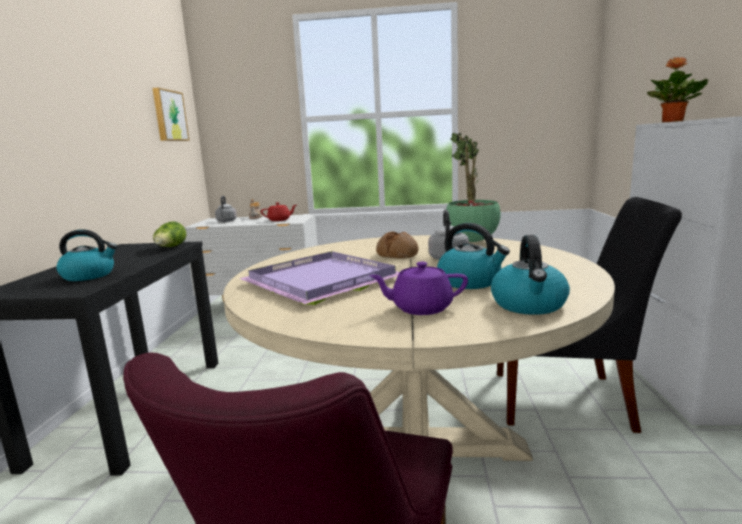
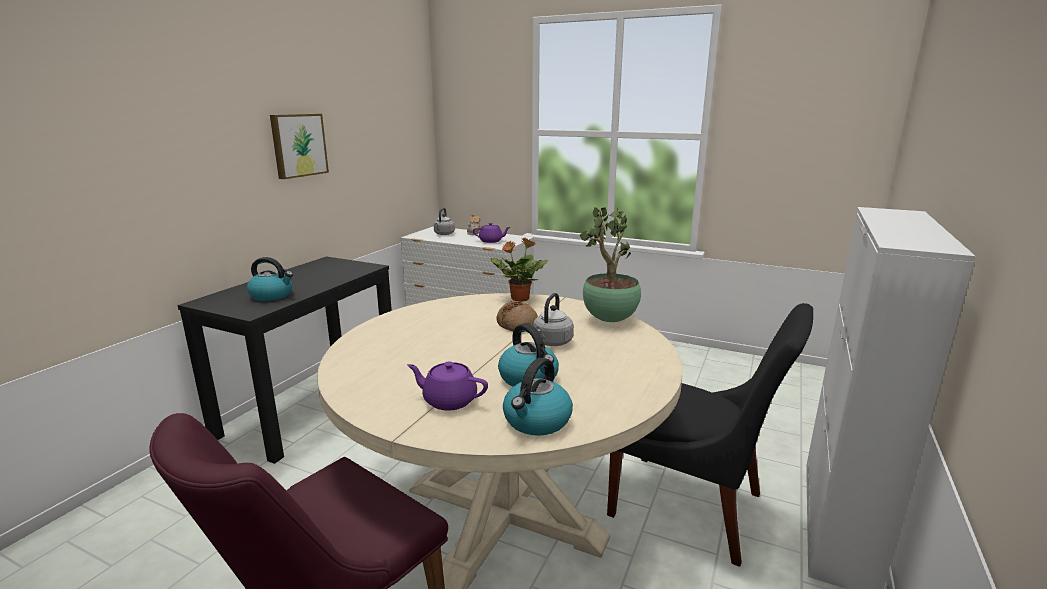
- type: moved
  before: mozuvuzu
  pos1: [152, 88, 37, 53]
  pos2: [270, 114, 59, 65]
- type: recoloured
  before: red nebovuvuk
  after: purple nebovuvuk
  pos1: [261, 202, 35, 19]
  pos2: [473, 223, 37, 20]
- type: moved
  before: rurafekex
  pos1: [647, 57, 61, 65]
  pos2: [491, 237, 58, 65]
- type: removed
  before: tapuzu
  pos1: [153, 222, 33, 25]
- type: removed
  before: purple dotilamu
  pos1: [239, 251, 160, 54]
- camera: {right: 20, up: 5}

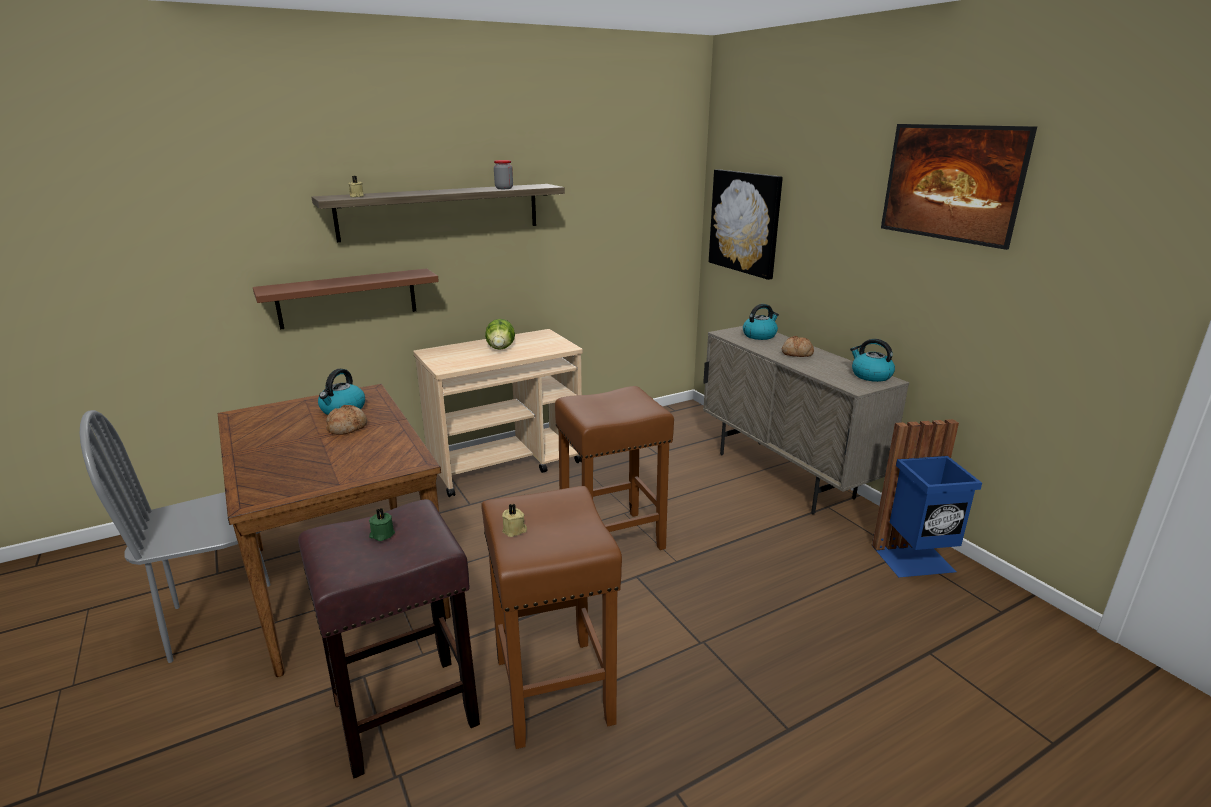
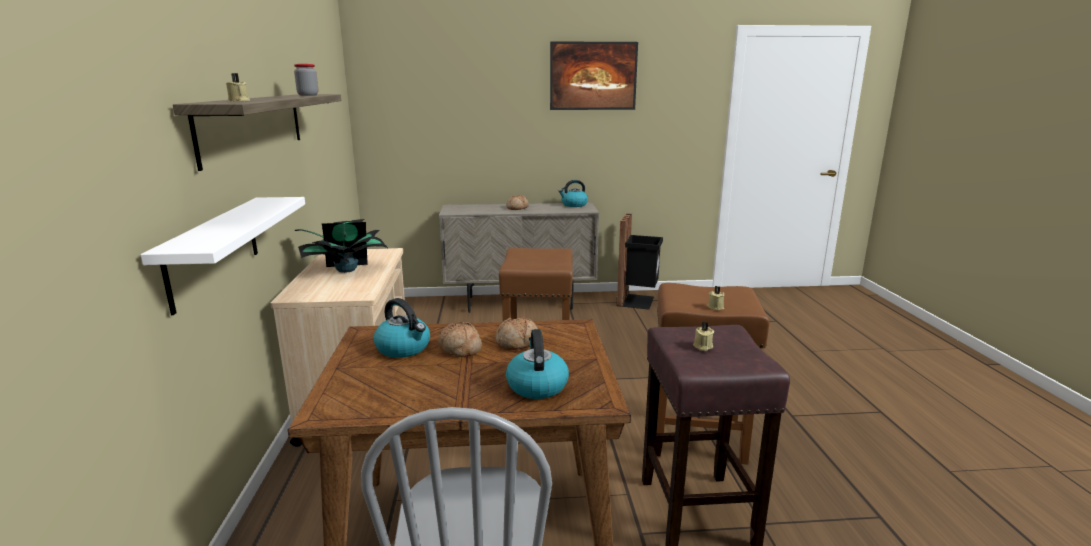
- type: recoloured
  before: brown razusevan
  after: white razusevan
  pos1: [253, 268, 186, 62]
  pos2: [141, 197, 164, 118]
- type: replaced
  before: tapuzu
  after: rurafekex
  pos1: [485, 319, 30, 31]
  pos2: [295, 219, 94, 54]
- type: added
  after: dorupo
  pos2: [496, 317, 42, 33]
- type: moved
  before: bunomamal
  pos1: [743, 304, 36, 36]
  pos2: [506, 329, 63, 70]
- type: recoloured
  before: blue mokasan
  after: black mokasan
  pos1: [872, 419, 110, 158]
  pos2: [617, 213, 46, 97]
- type: recoloured
  before: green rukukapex
  after: beige rukukapex
  pos1: [369, 508, 26, 33]
  pos2: [693, 322, 21, 29]
- type: removed
  before: mozuvuzu
  pos1: [709, 169, 74, 111]
- camera: {right: -65, up: -5}

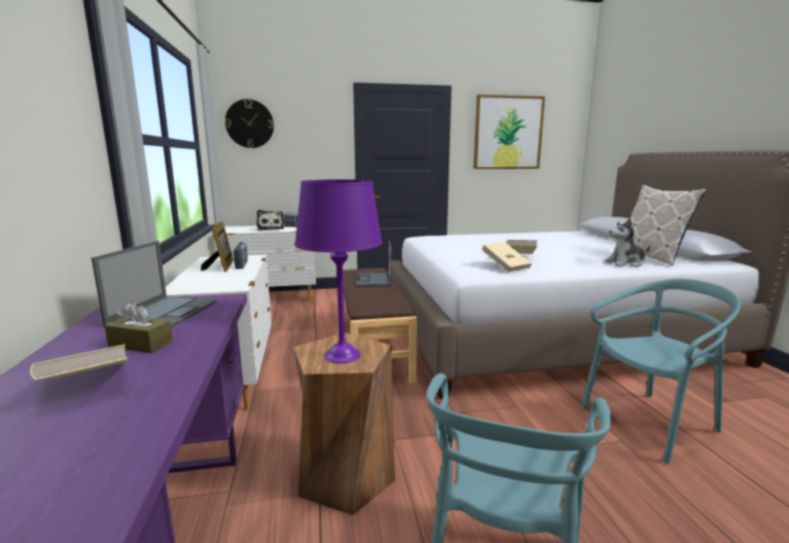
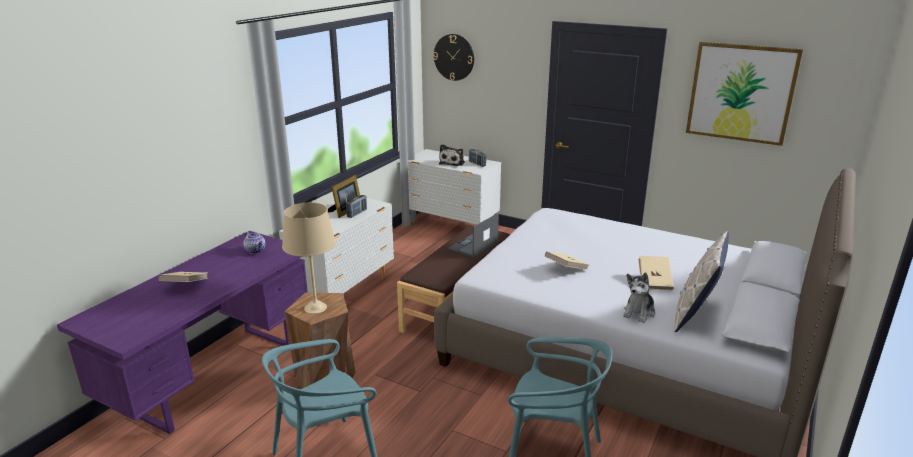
- type: replaced
  before: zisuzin
  after: nebovuvuk
  pos1: [91, 241, 126, 87]
  pos2: [243, 232, 23, 22]
- type: recoloured
  before: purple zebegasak
  after: beige zebegasak
  pos1: [295, 179, 87, 184]
  pos2: [282, 203, 54, 111]
- type: turned
  before: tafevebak
  pos1: [606, 218, 44, 49]
  pos2: [623, 273, 32, 50]
  turn: -90
- type: moved
  before: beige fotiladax
  pos1: [482, 242, 50, 30]
  pos2: [638, 256, 36, 34]
- type: removed
  before: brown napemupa
  pos1: [105, 302, 68, 51]
- camera: {right: 40, up: 10}

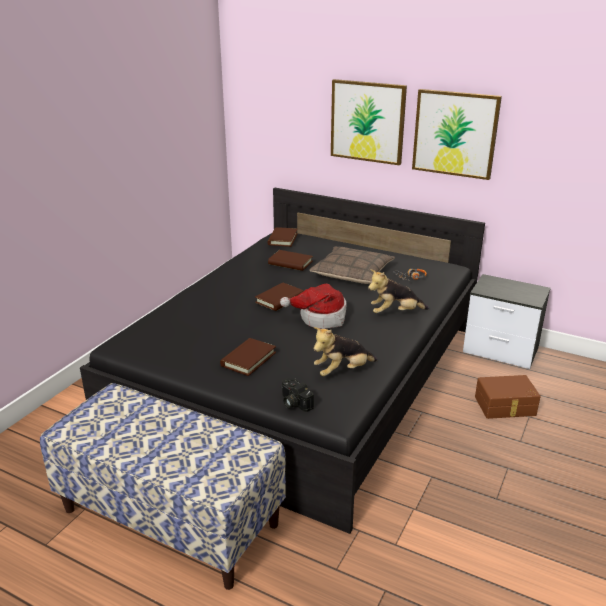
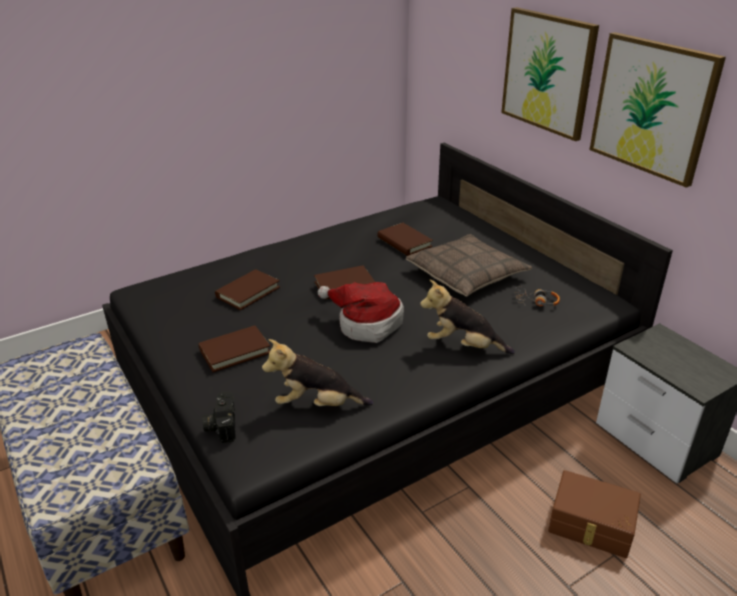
- type: moved
  before: brown fotiladax
  pos1: [268, 227, 30, 20]
  pos2: [215, 269, 65, 41]
- camera: {right: 30, up: 5}

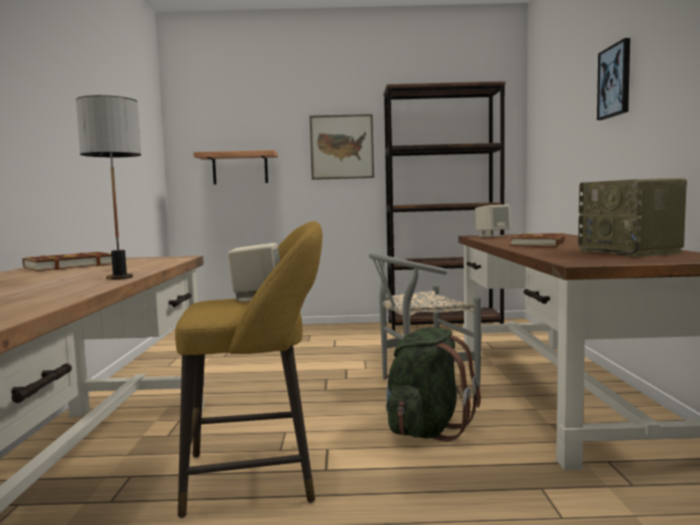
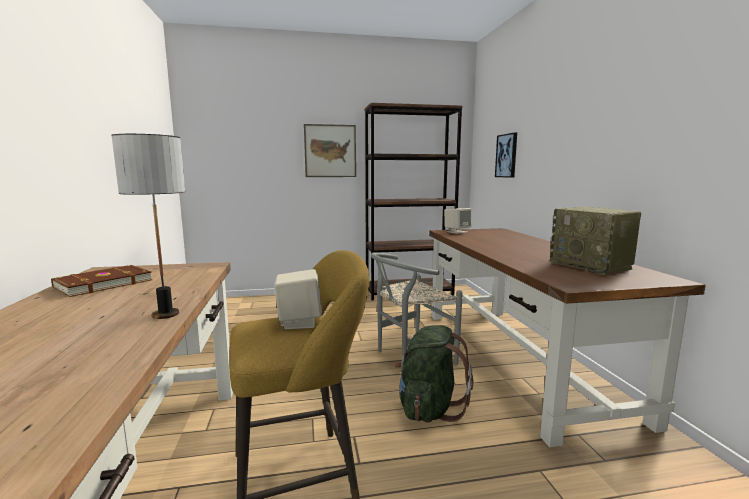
- type: moved
  before: mozuvuzu
  pos1: [597, 38, 33, 82]
  pos2: [495, 133, 22, 45]
- type: removed
  before: razusevan
  pos1: [193, 150, 85, 34]
- type: removed
  before: brown fotiladax
  pos1: [510, 233, 55, 14]
- camera: {right: -10, up: 5}

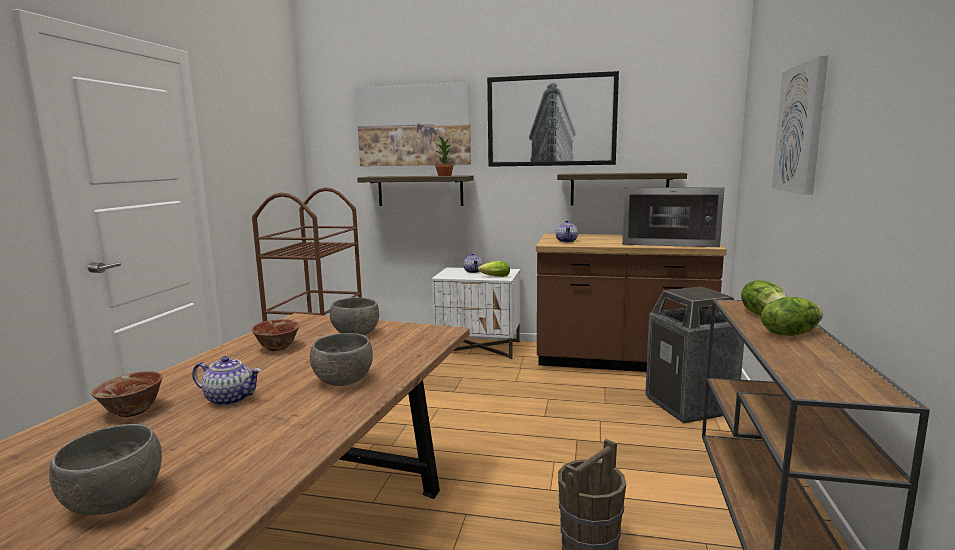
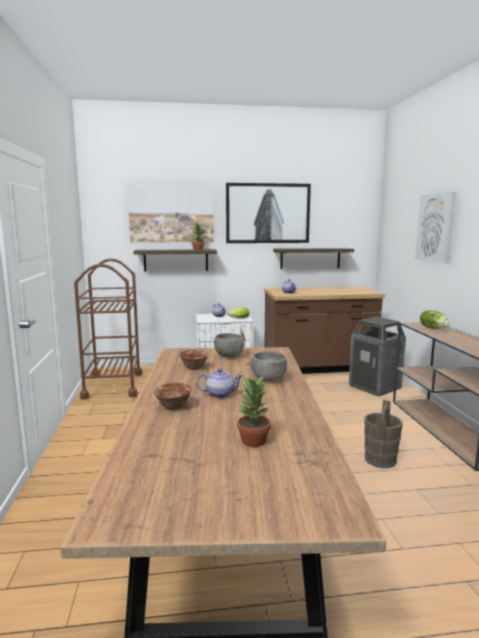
- type: replaced
  before: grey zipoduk
  after: rurafekex
  pos1: [49, 424, 113, 91]
  pos2: [237, 376, 34, 71]
- type: removed
  before: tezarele
  pos1: [622, 187, 102, 60]
- type: removed
  before: tapuzu
  pos1: [761, 297, 62, 39]
- camera: {right: -20, up: 0}

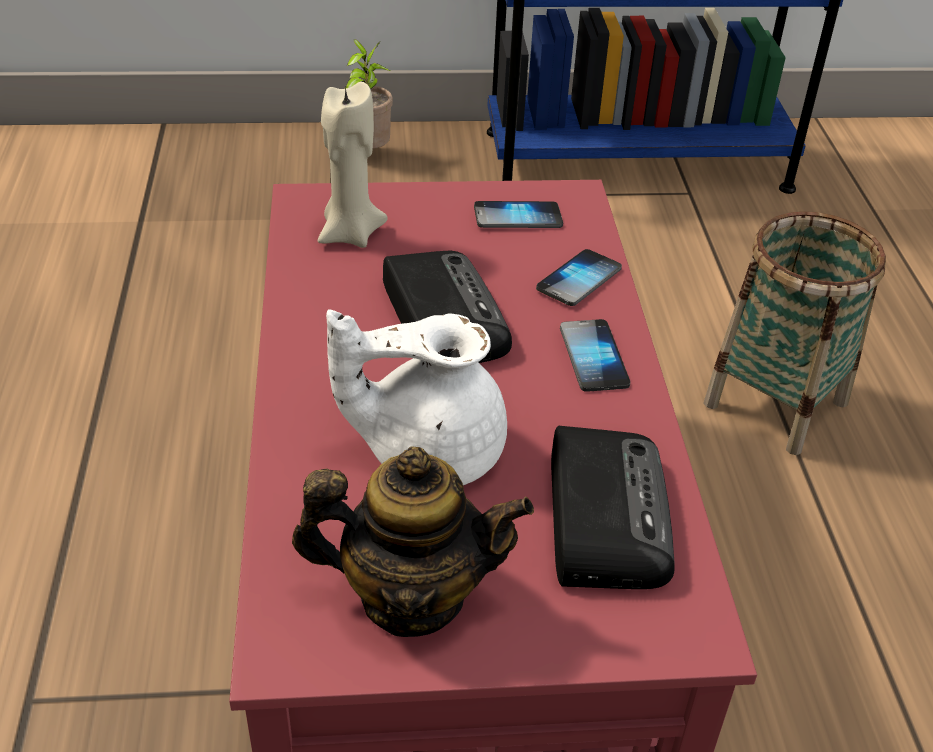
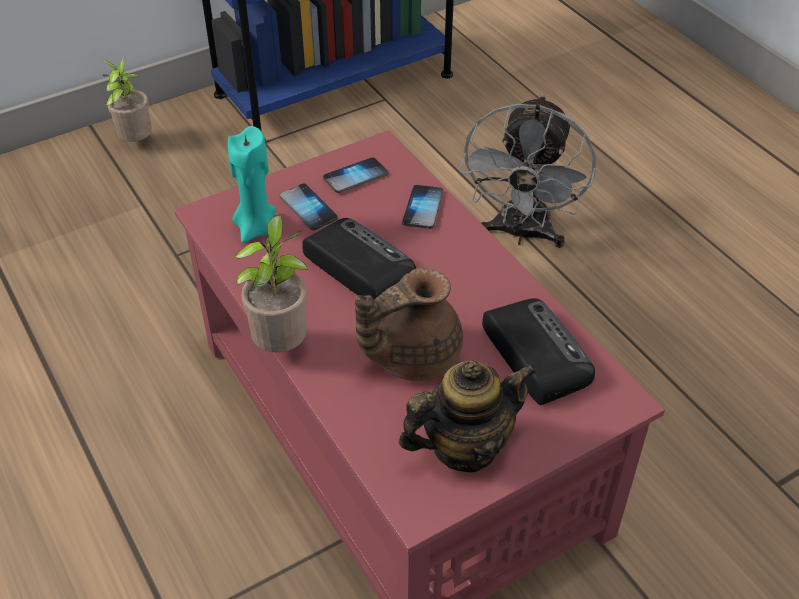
- type: recoloured
  before: beige rukukapex
  after: turquoise rukukapex
  pos1: [318, 82, 70, 166]
  pos2: [228, 126, 48, 117]
- type: added
  after: rurafekex
  pos2: [235, 215, 73, 138]
- type: moved
  before: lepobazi
  pos1: [560, 319, 70, 73]
  pos2: [280, 183, 58, 47]
- type: recoloured
  before: white nebovuvuk
  after: brown nebovuvuk
  pos1: [326, 309, 181, 176]
  pos2: [355, 268, 108, 113]
- type: replaced
  before: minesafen
  after: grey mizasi
  pos1: [703, 212, 183, 243]
  pos2: [459, 95, 137, 153]
- camera: {right: -25, up: 5}

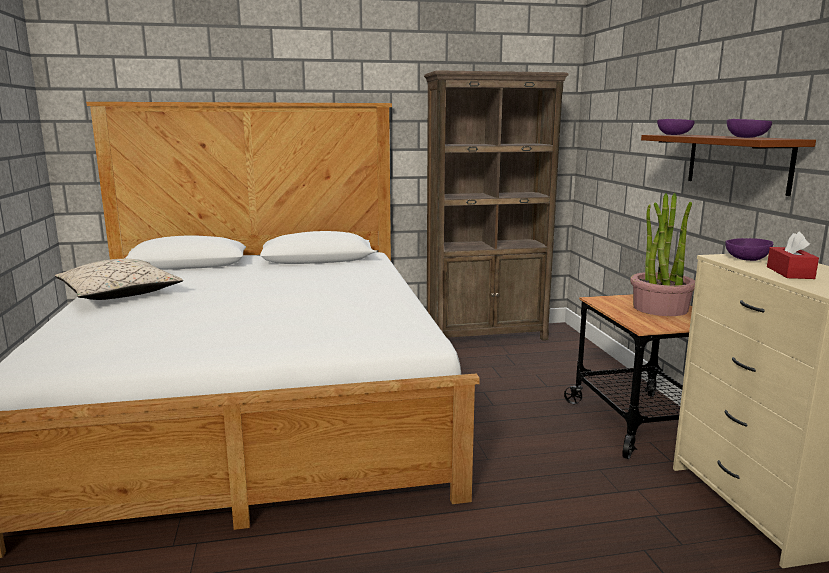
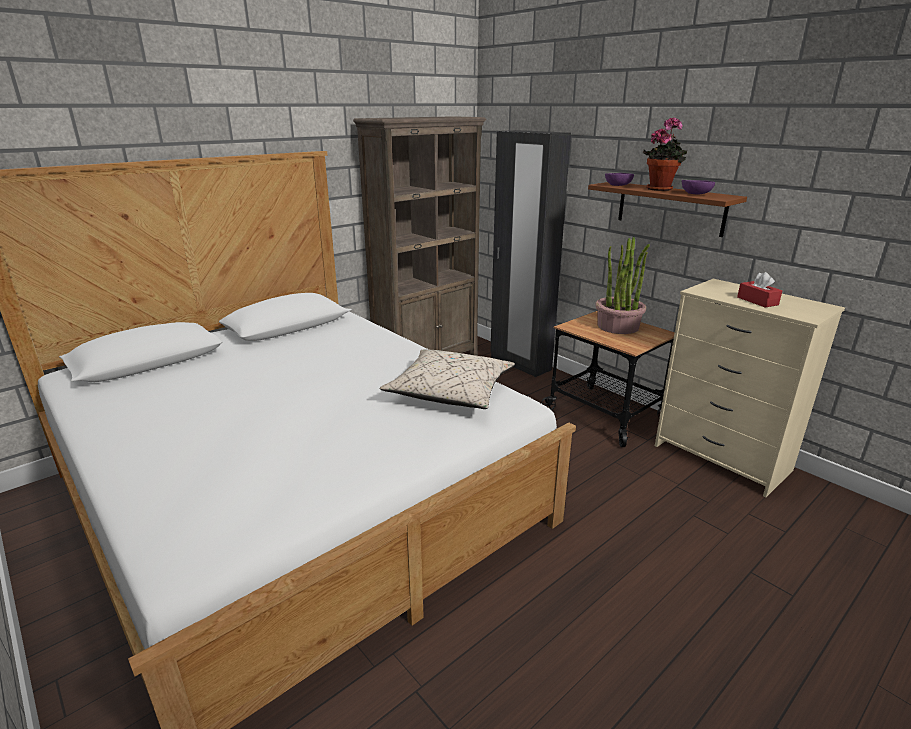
- type: moved
  before: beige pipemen
  pos1: [55, 259, 128, 41]
  pos2: [380, 349, 135, 60]
- type: added
  after: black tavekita
  pos2: [491, 130, 80, 247]
- type: added
  after: rurafekex
  pos2: [643, 117, 44, 74]
- type: removed
  before: purple zipoduk
  pos1: [725, 238, 48, 23]
- camera: {right: -30, up: 10}

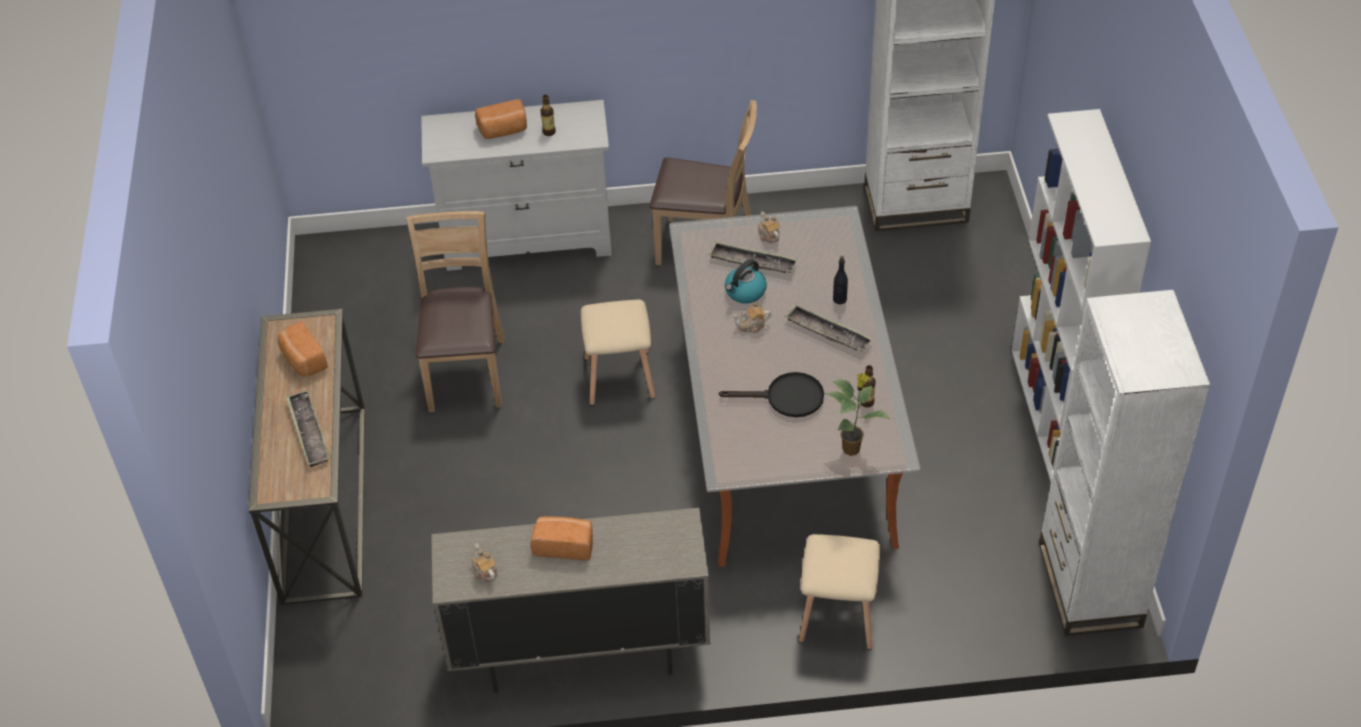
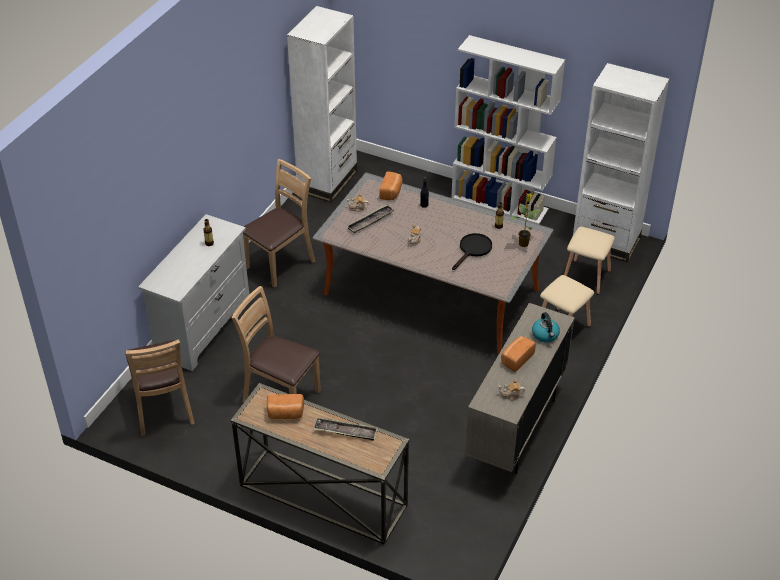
- type: added
  after: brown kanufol
  pos2: [125, 339, 70, 97]
- type: moved
  before: dorupo
  pos1: [475, 99, 52, 40]
  pos2: [379, 171, 24, 29]
- type: moved
  before: bunomamal
  pos1: [725, 259, 42, 45]
  pos2: [532, 312, 28, 31]
- type: moved
  before: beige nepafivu
  pos1: [581, 300, 74, 105]
  pos2: [564, 227, 51, 67]
- type: removed
  before: dotilamu
  pos1: [785, 304, 88, 47]
- camera: {right: -60, up: -5}

